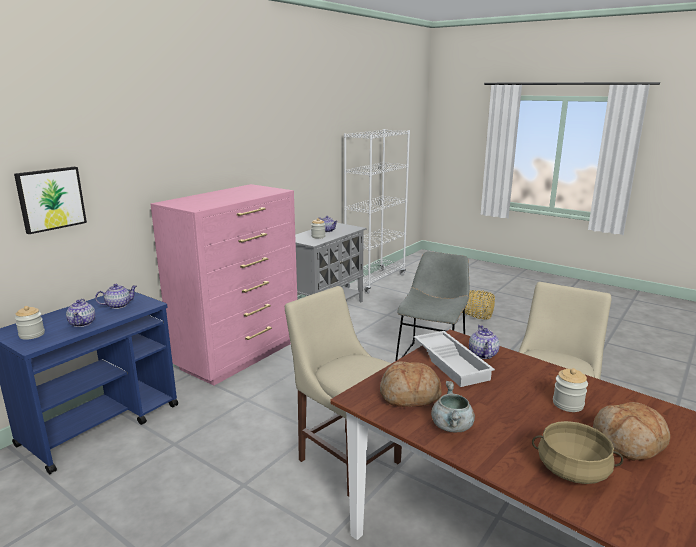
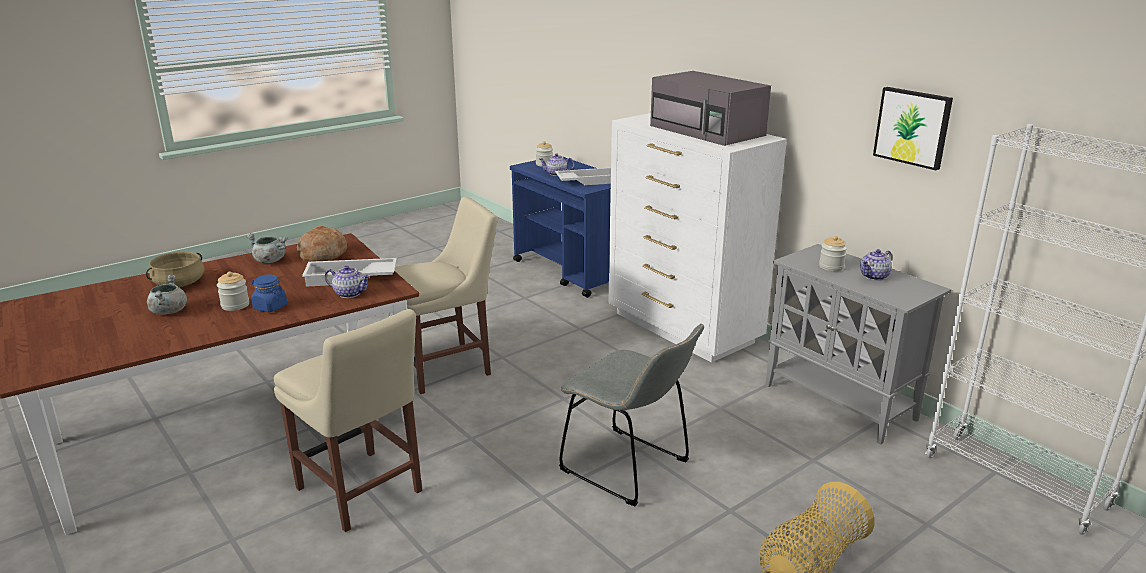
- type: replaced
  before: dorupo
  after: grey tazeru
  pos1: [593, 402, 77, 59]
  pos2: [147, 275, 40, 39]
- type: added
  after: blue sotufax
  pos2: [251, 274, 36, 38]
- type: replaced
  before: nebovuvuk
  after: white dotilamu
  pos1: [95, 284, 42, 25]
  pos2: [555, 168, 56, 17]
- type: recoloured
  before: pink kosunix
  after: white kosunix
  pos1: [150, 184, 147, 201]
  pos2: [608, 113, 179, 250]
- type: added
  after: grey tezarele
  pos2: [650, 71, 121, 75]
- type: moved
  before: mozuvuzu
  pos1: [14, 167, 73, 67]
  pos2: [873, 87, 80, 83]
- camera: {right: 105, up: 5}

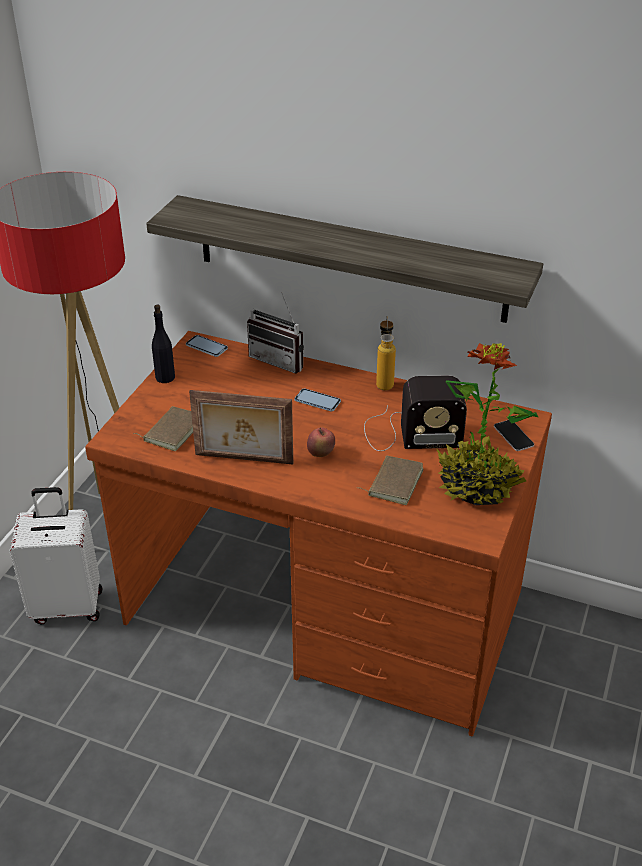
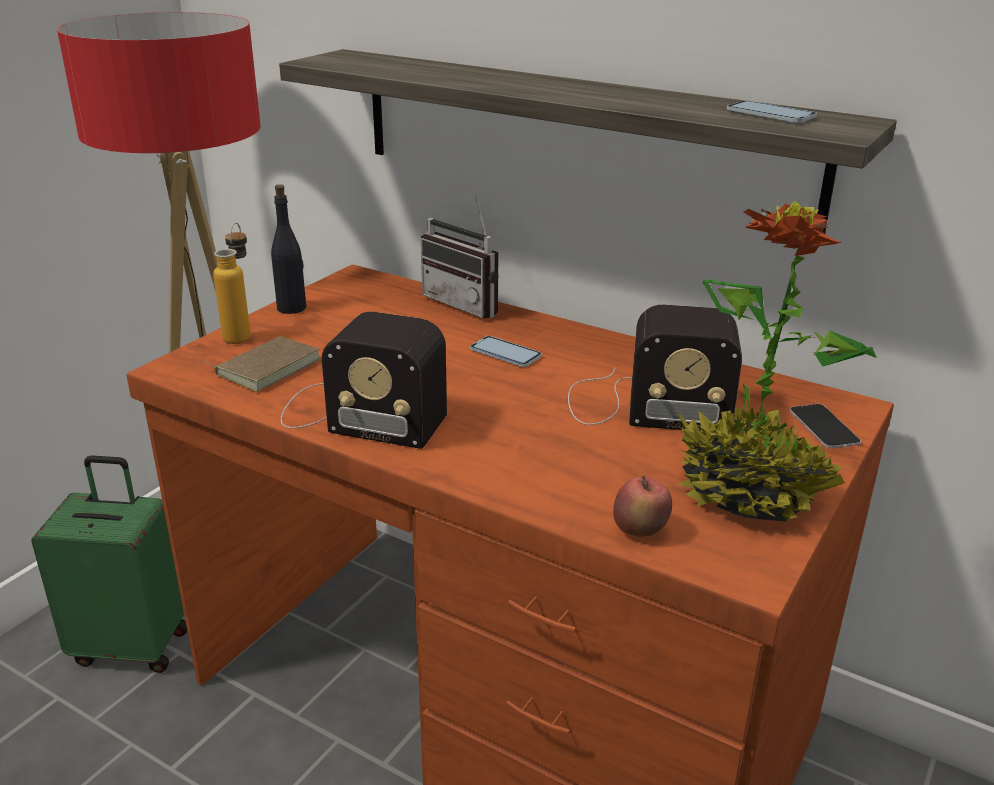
- type: recoloured
  before: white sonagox
  after: green sonagox
  pos1: [10, 487, 92, 137]
  pos2: [31, 455, 156, 218]
- type: moved
  before: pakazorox
  pos1: [376, 316, 20, 74]
  pos2: [213, 223, 38, 121]
- type: replaced
  before: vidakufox
  after: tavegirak
  pos1: [189, 390, 104, 74]
  pos2: [281, 312, 166, 137]
- type: moved
  before: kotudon
  pos1: [307, 427, 28, 30]
  pos2: [613, 476, 59, 61]
- type: moved
  before: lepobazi
  pos1: [186, 335, 42, 22]
  pos2: [727, 100, 90, 23]
- type: removed
  before: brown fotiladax
  pos1: [358, 456, 66, 49]
- camera: {right: 10, up: -10}

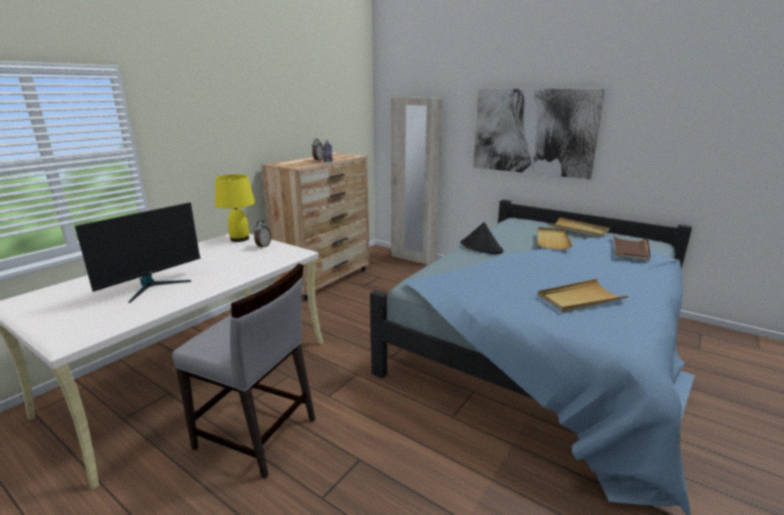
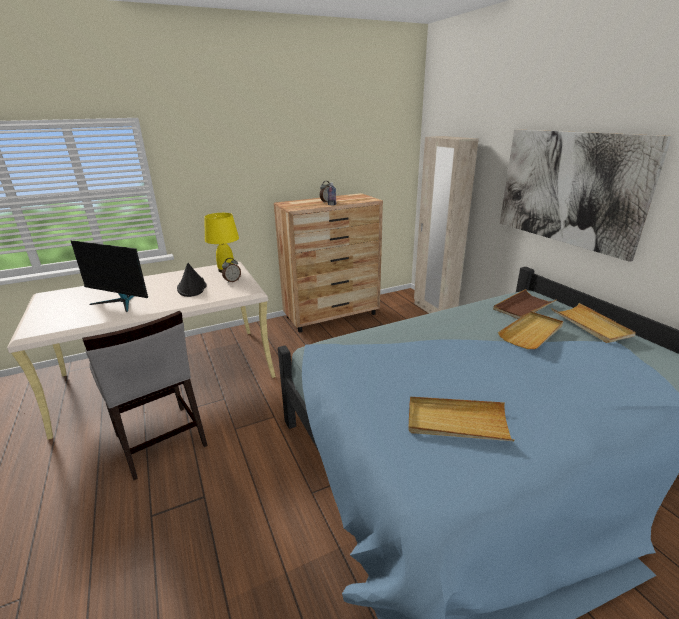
- type: turned
  before: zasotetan
  pos1: [75, 202, 125, 101]
  pos2: [71, 240, 77, 72]
  turn: 45
- type: moved
  before: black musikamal
  pos1: [460, 222, 43, 32]
  pos2: [177, 263, 30, 34]
- type: moved
  before: brown dotilamu
  pos1: [613, 234, 38, 27]
  pos2: [493, 289, 64, 30]
- camera: {right: 30, up: 5}

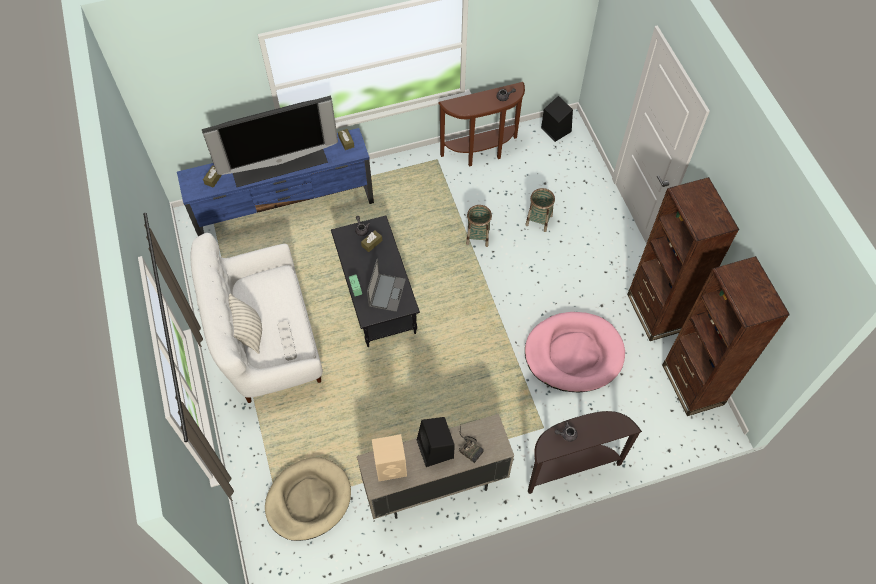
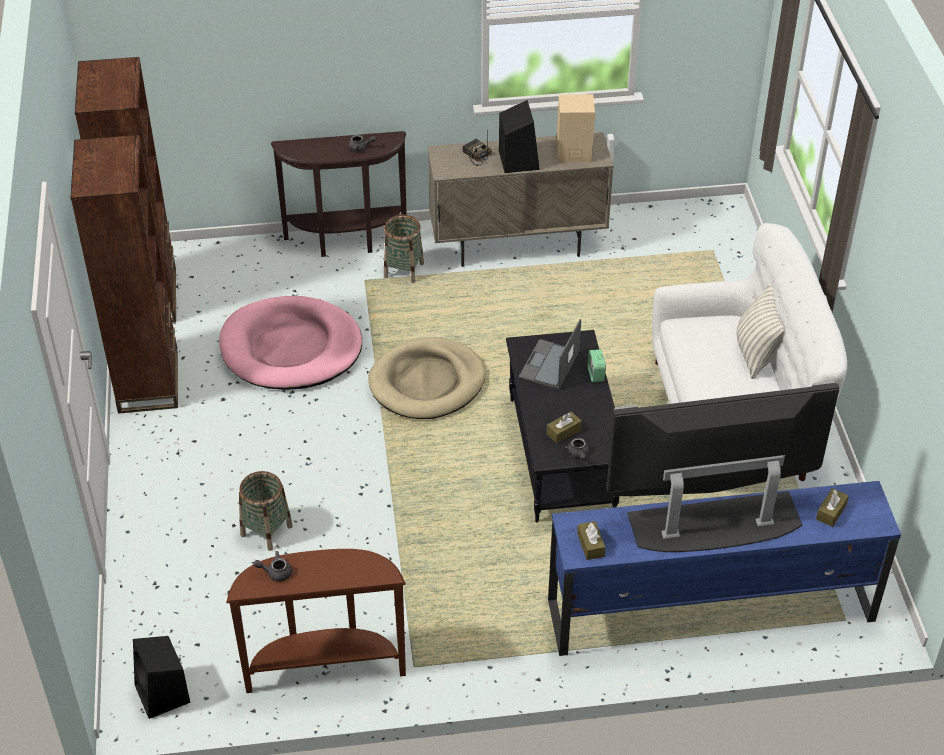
- type: moved
  before: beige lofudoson
  pos1: [265, 457, 86, 84]
  pos2: [368, 337, 118, 82]
- type: moved
  before: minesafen
  pos1: [466, 205, 26, 42]
  pos2: [384, 215, 40, 68]
- type: removed
  before: grey dotilamu
  pos1: [277, 321, 20, 40]
- camera: {right: -170, up: -15}

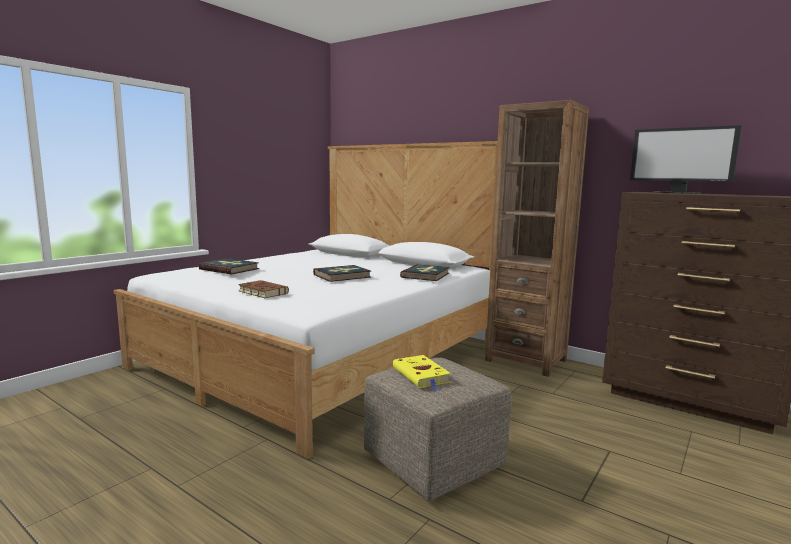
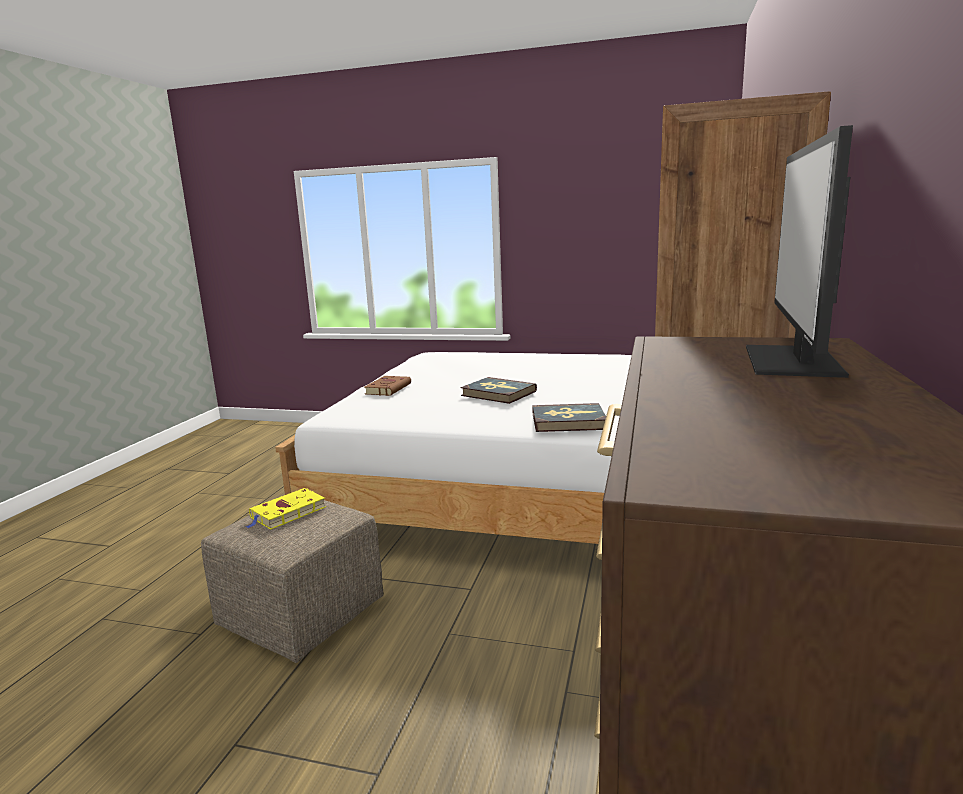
- type: removed
  before: fotiladax
  pos1: [199, 258, 60, 16]
- camera: {right: 70, up: 5}

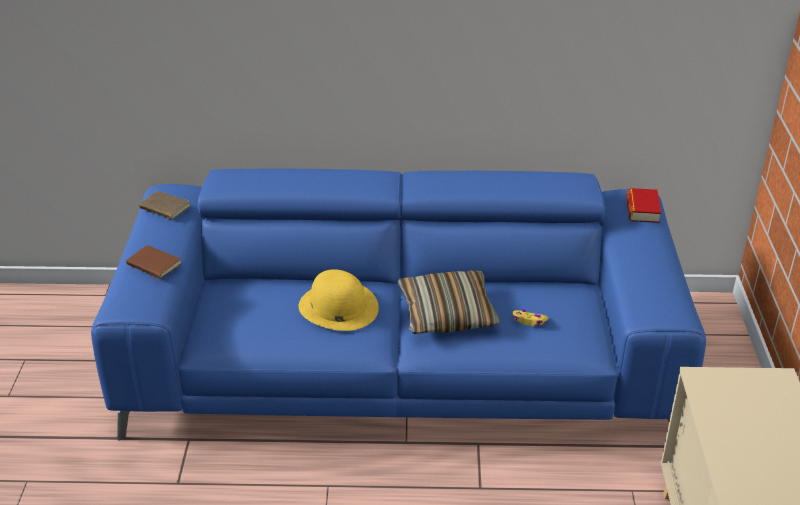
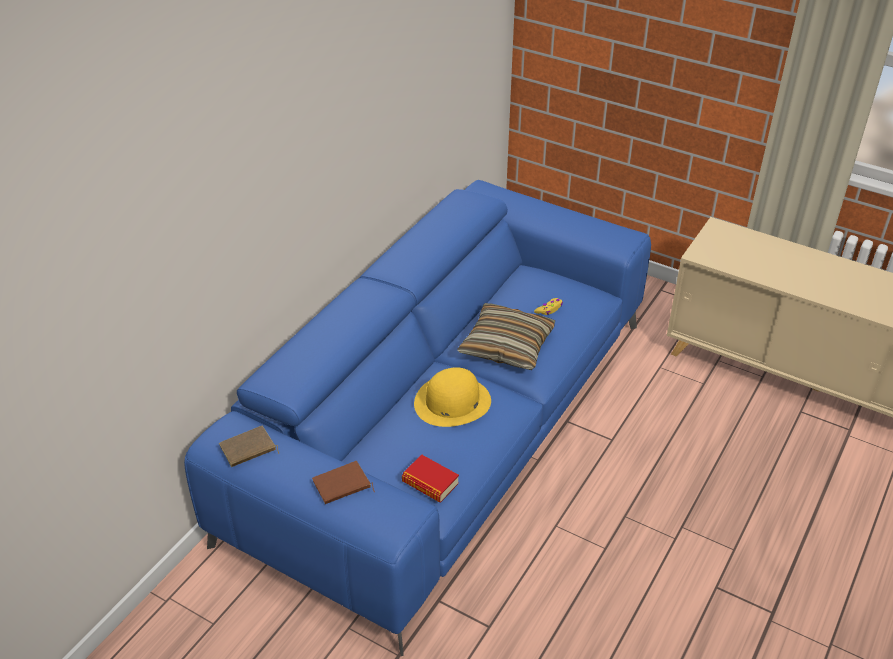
- type: moved
  before: fotiladax
  pos1: [627, 188, 34, 35]
  pos2: [402, 454, 57, 48]
- camera: {right: -60, up: 5}

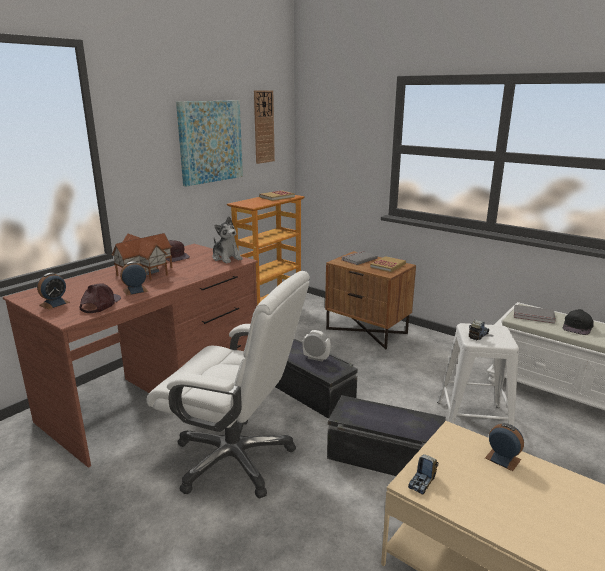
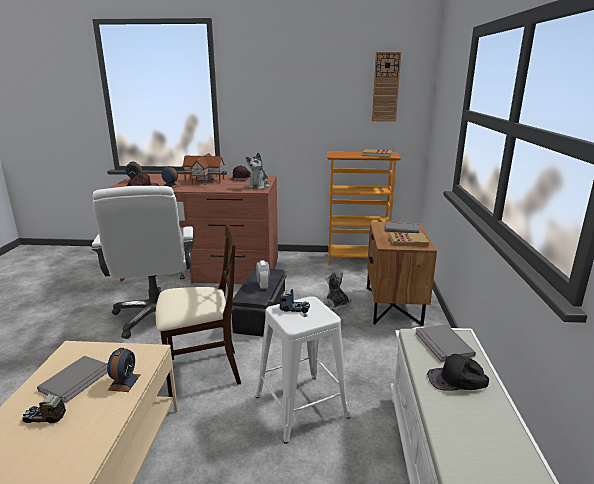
- type: moved
  before: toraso
  pos1: [408, 454, 31, 40]
  pos2: [22, 393, 44, 30]
- type: added
  after: grey fotiladax
  pos2: [37, 356, 71, 47]
- type: replaced
  before: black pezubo
  after: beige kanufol
  pos1: [327, 395, 119, 81]
  pos2: [156, 224, 85, 173]
- type: added
  after: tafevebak
  pos2: [322, 271, 30, 40]
- type: removed
  before: mozuvuzu
  pos1: [176, 100, 67, 86]
- camera: {right: 55, up: 0}

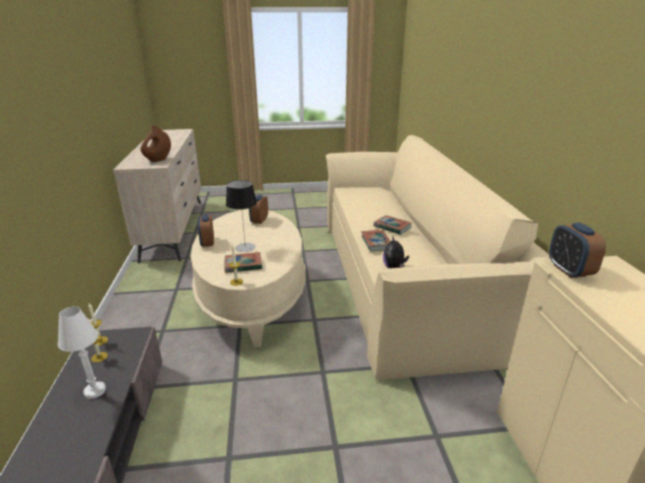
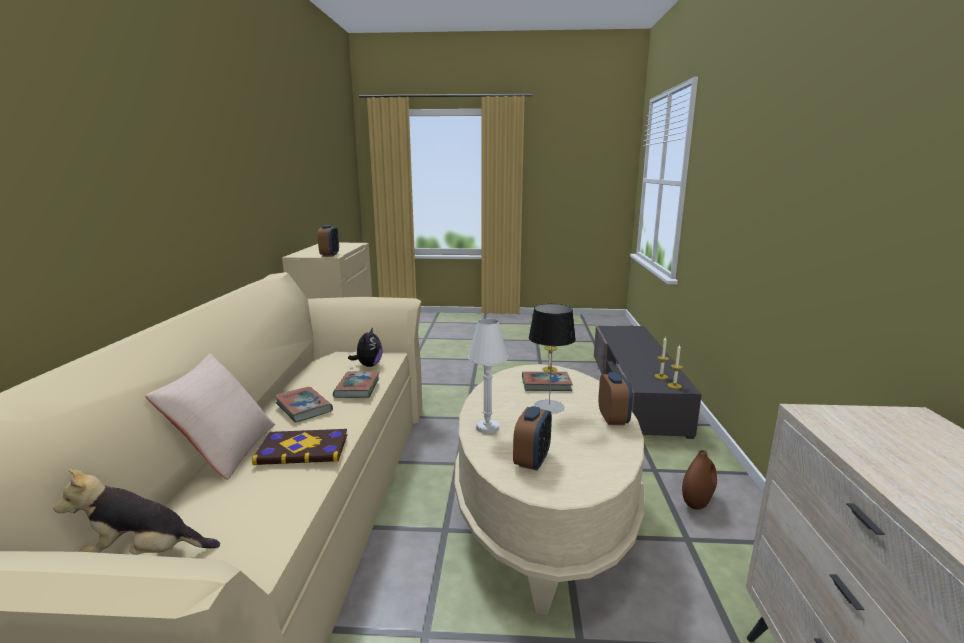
- type: added
  after: tafevebak
  pos2: [53, 469, 167, 86]
- type: added
  after: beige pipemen
  pos2: [145, 354, 130, 126]
- type: added
  after: fotiladax
  pos2: [252, 429, 95, 36]
- type: moved
  before: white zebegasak
  pos1: [58, 306, 48, 93]
  pos2: [468, 319, 40, 115]
- type: moved
  before: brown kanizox
  pos1: [141, 126, 30, 36]
  pos2: [682, 450, 35, 60]
- camera: {right: -170, up: -10}

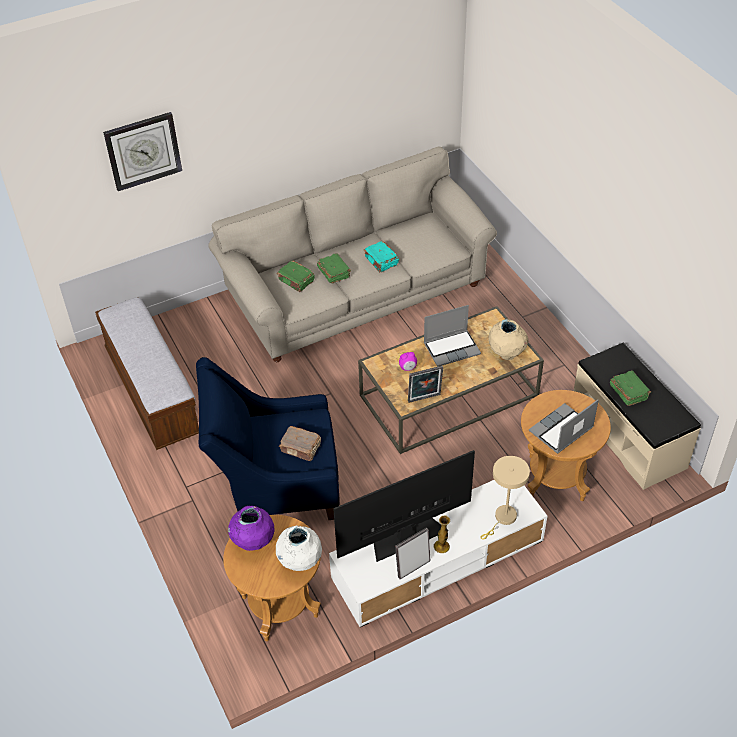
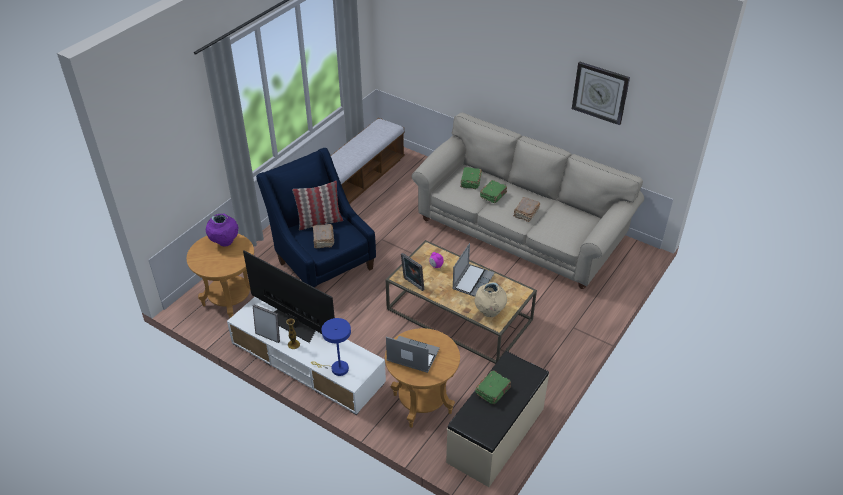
- type: added
  after: pipemen
  pos2: [292, 181, 51, 49]
- type: recoloured
  before: beige zebegasak
  after: blue zebegasak
  pos1: [481, 456, 49, 84]
  pos2: [311, 318, 40, 58]
- type: turned
  before: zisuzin
  pos1: [424, 305, 57, 62]
  pos2: [452, 243, 43, 54]
  turn: -105
- type: recoloured
  before: turquoise fotiladax
  after: brown fotiladax
  pos1: [364, 241, 35, 31]
  pos2: [513, 197, 27, 25]
- type: moved
  before: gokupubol
  pos1: [103, 112, 79, 79]
  pos2: [572, 62, 58, 63]
- type: removed
  before: white kanizox
  pos1: [276, 526, 46, 45]
- camera: {right: 60, up: -5}

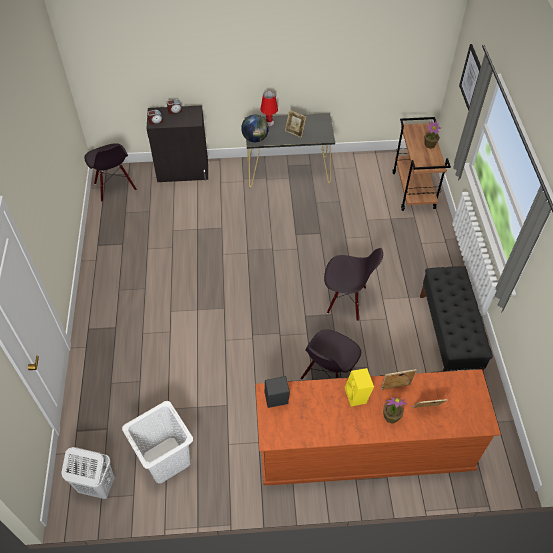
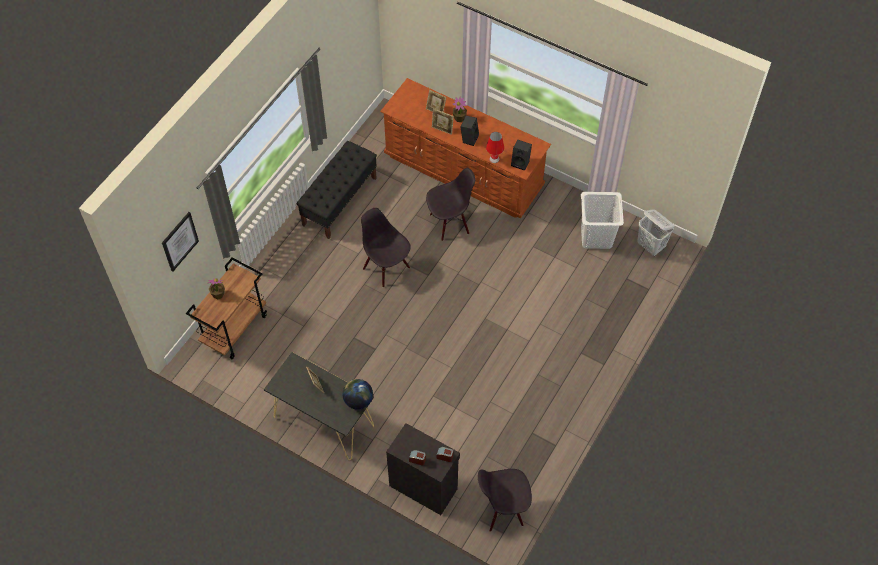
- type: recoloured
  before: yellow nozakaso
  after: black nozakaso
  pos1: [345, 368, 29, 39]
  pos2: [460, 116, 19, 30]
- type: turned
  before: black kanufol
  pos1: [84, 143, 53, 59]
  pos2: [478, 469, 54, 63]
  turn: -105
- type: moved
  before: red zebegasak
  pos1: [260, 91, 18, 35]
  pos2: [486, 132, 18, 31]
- camera: {right: -145, up: 5}

